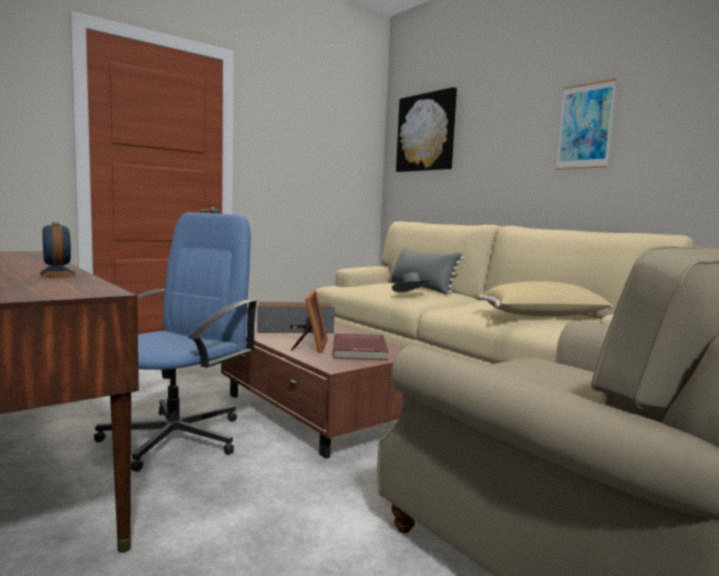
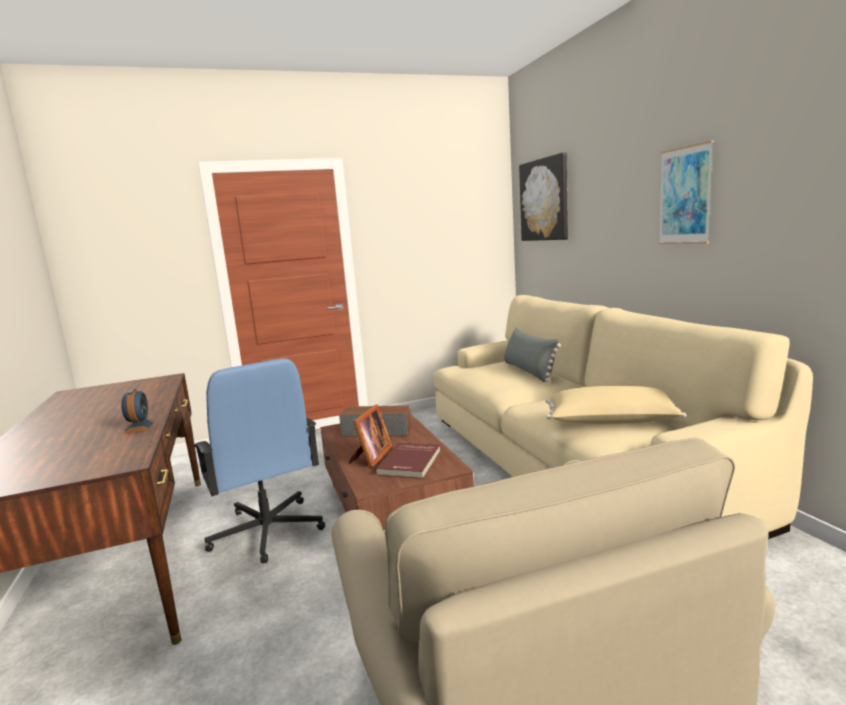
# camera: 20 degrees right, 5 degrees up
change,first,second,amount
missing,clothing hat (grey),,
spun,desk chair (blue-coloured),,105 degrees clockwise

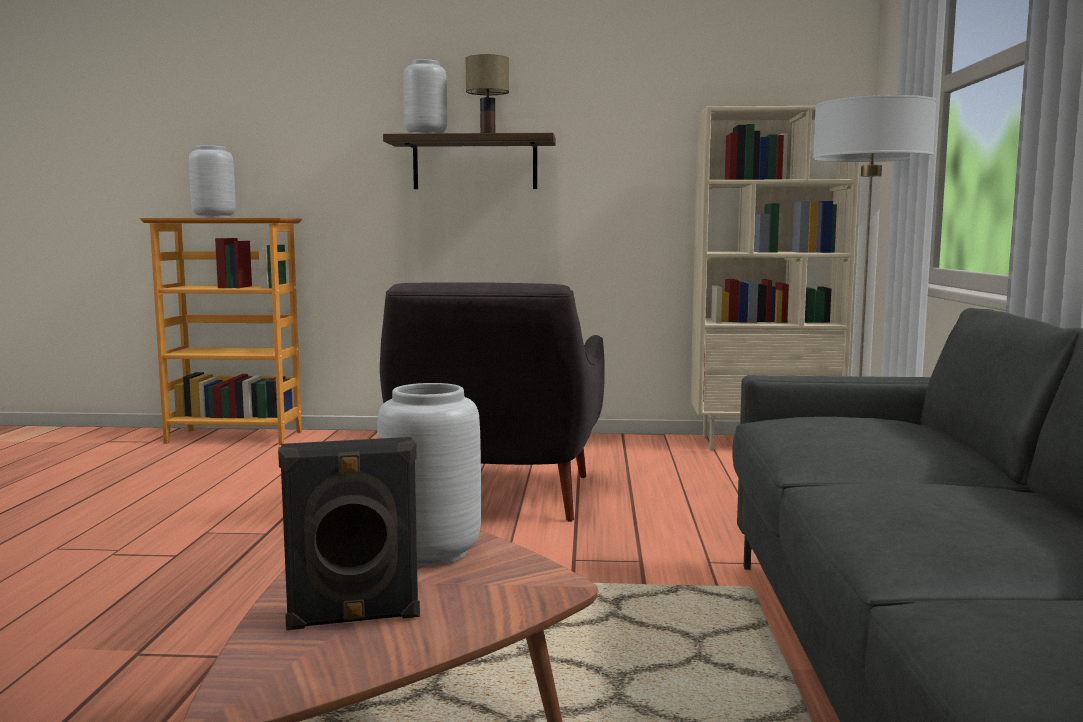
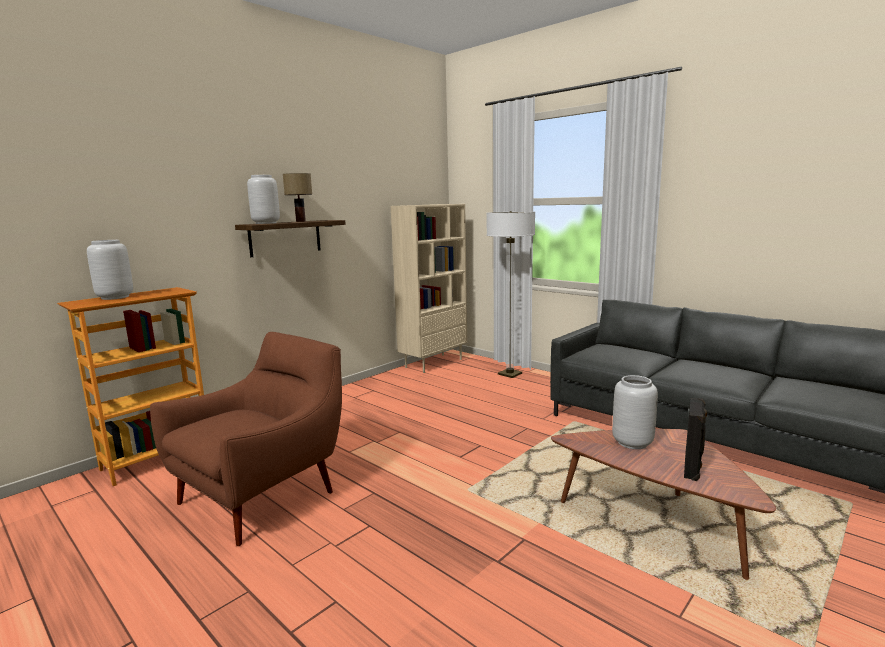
# camera: 50 degrees left, 5 degrees up
change,first,second,amount
missing,easy chair (grey),,
appeared,,easy chair (brown),

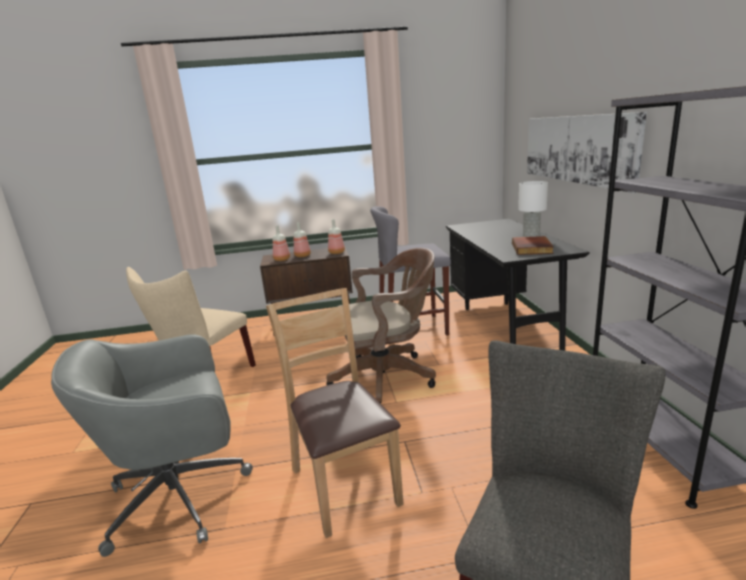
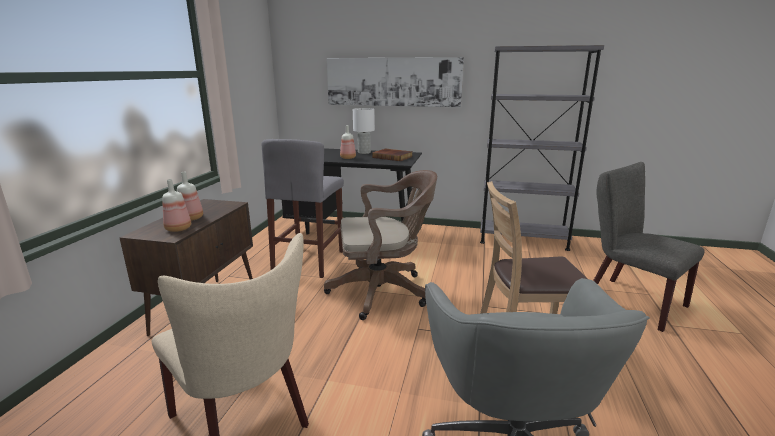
# camera: 70 degrees left, 0 degrees up
change,first,second,amount
relocated,bottle (no. 3 from left),,
spun,desk chair (brown),,75 degrees clockwise

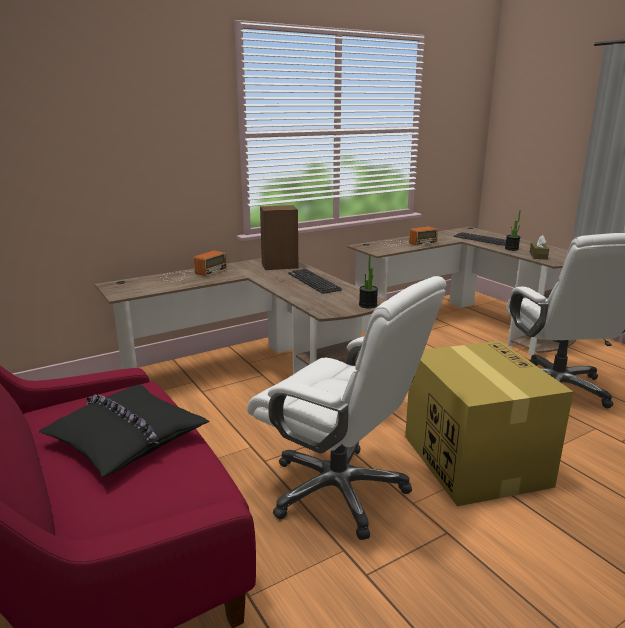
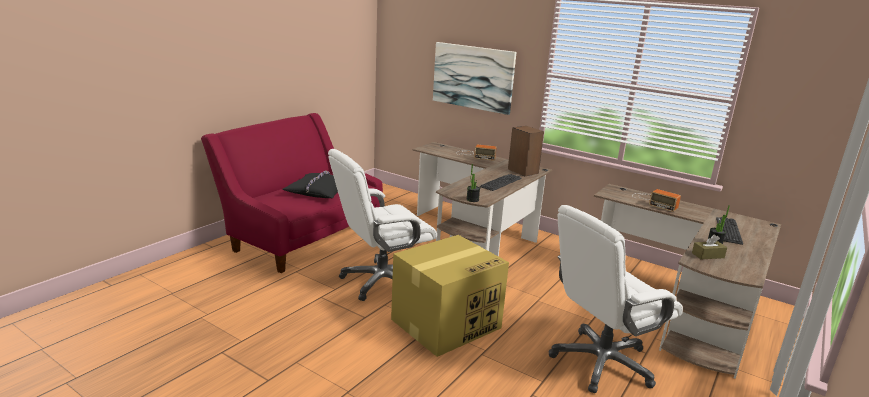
# camera: 65 degrees right, 0 degrees up
change,first,second,amount
appeared,,wall art,
spun,desk chair (whitish) (no. 1 from left),,45 degrees clockwise

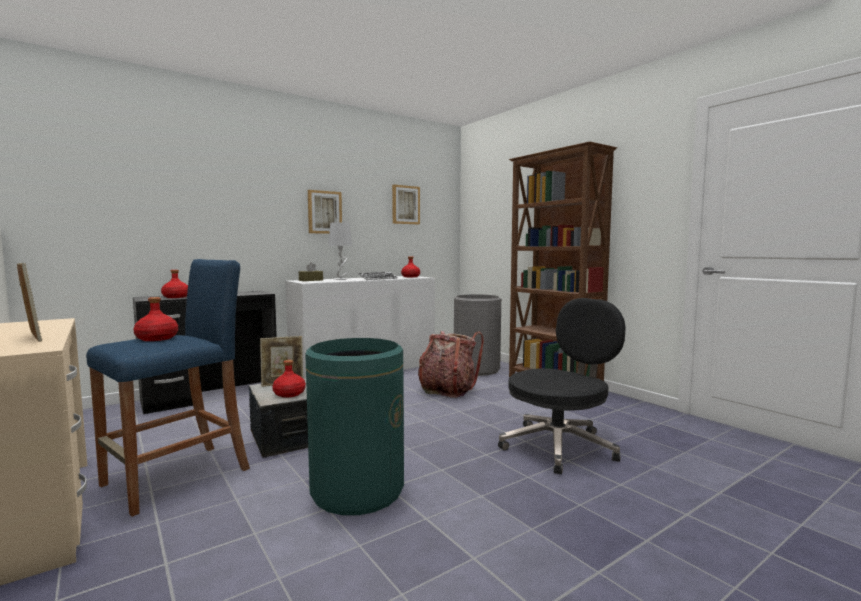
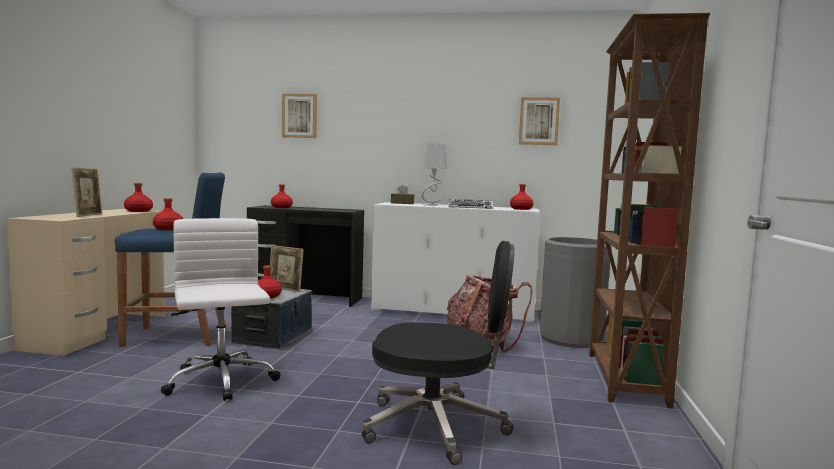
# camera: 45 degrees right, 0 degrees up
change,first,second,amount
appeared,,bottle (red) (no. 1 from left),
relocated,wall art (no. 1 from left),,
exchanged,waste bin (greenish),desk chair (whitish),

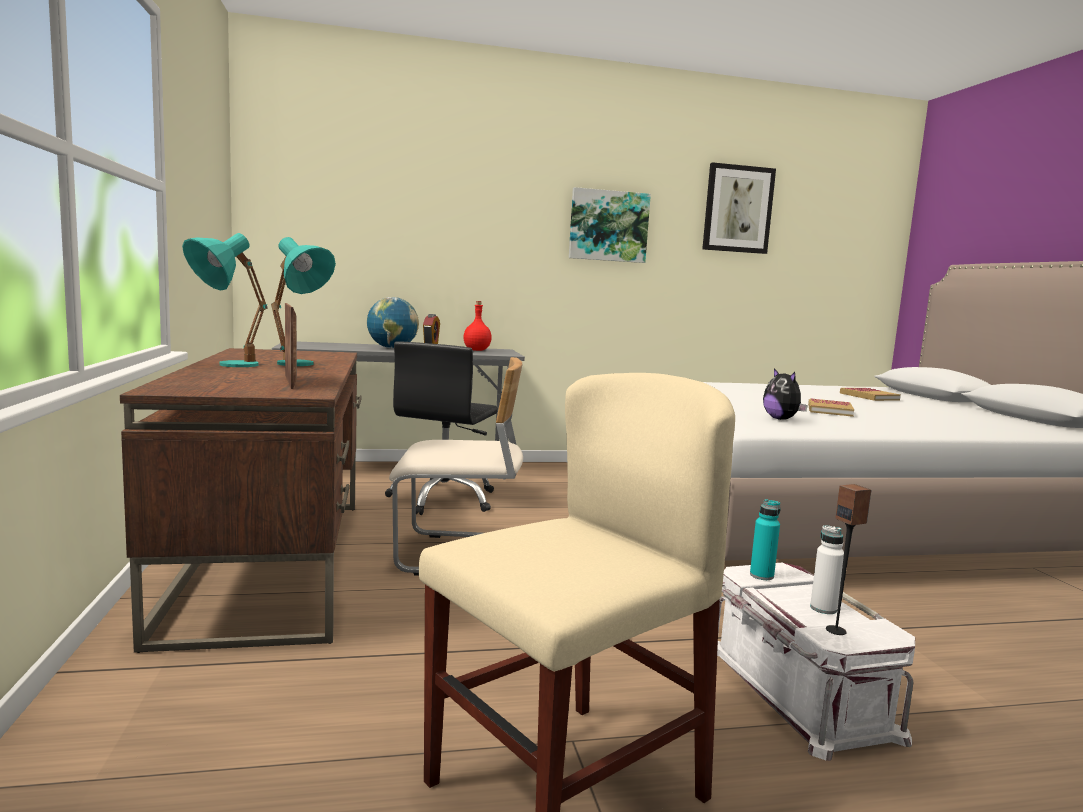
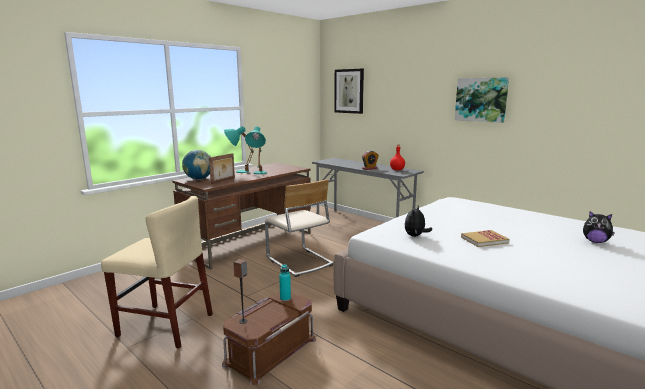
# camera: 55 degrees right, 5 degrees up
change,first,second,amount
missing,desk chair (black),,
missing,bottle (whitish),,
relocated,desk globe,,
relocated,wall art (no. 2 from left in the first image),wall art (no. 1 from left),
exchanged,bound book (no. 2 from left),plush toy (no. 2 from left),
colour,storage box (whitish),storage box (brown),

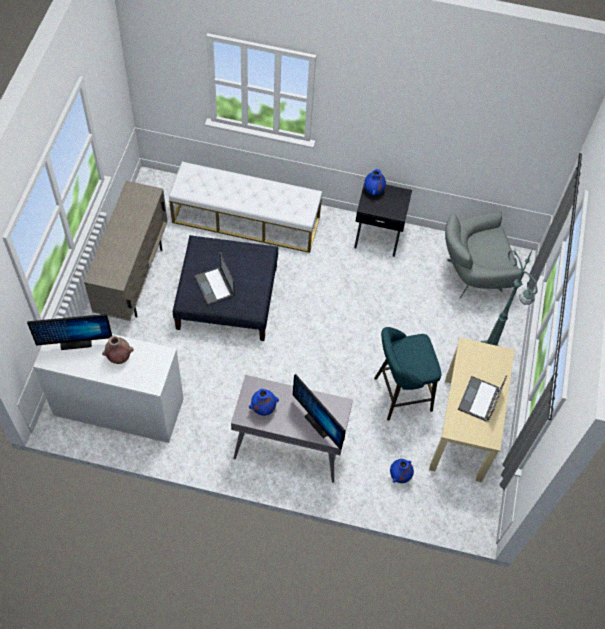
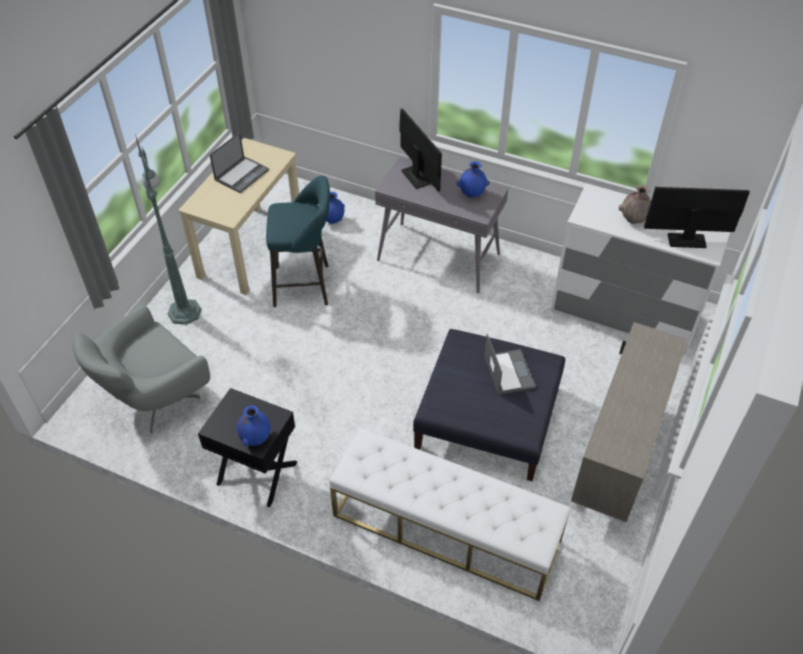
# camera: 165 degrees left, 10 degrees down
change,first,second,amount
spun,easy chair (grey),,135 degrees clockwise

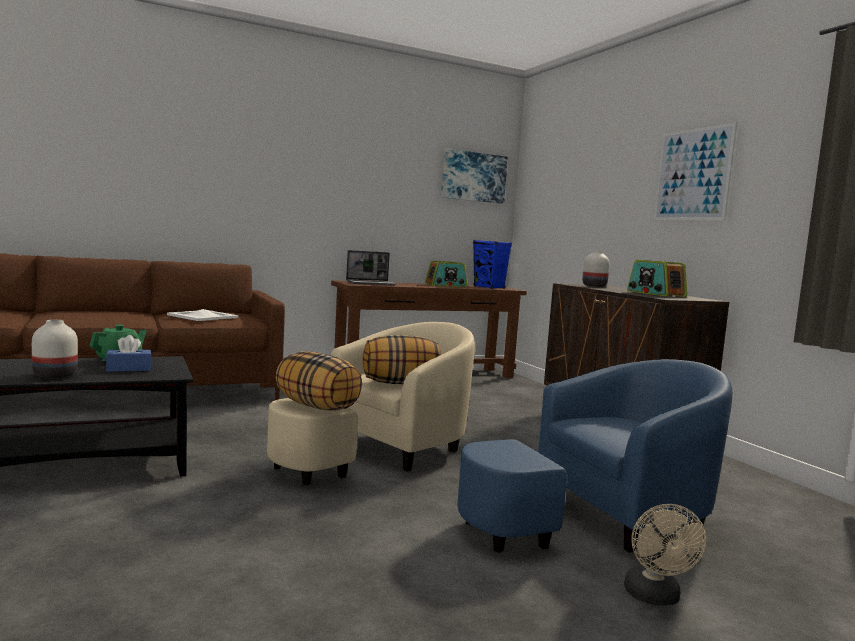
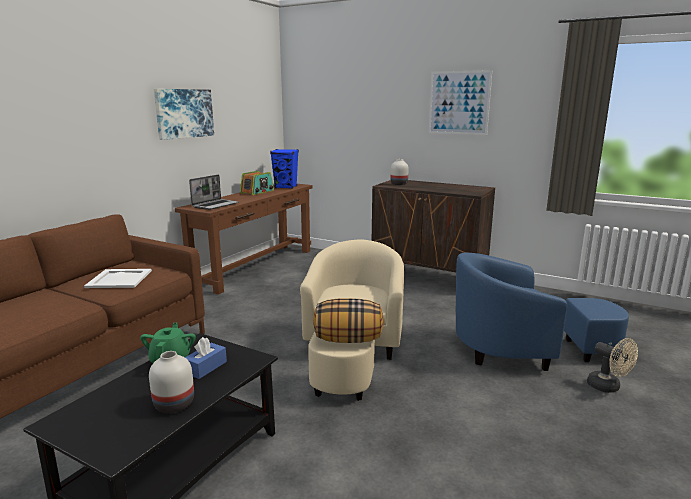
# camera: 35 degrees left, 10 degrees up
change,first,second,amount
missing,throw pillow (no. 2 from left),,
missing,radio (no. 2 from left),,
relocated,wall art (no. 1 from left),,
spun,easy chair (blue-coloured),,120 degrees counterclockwise

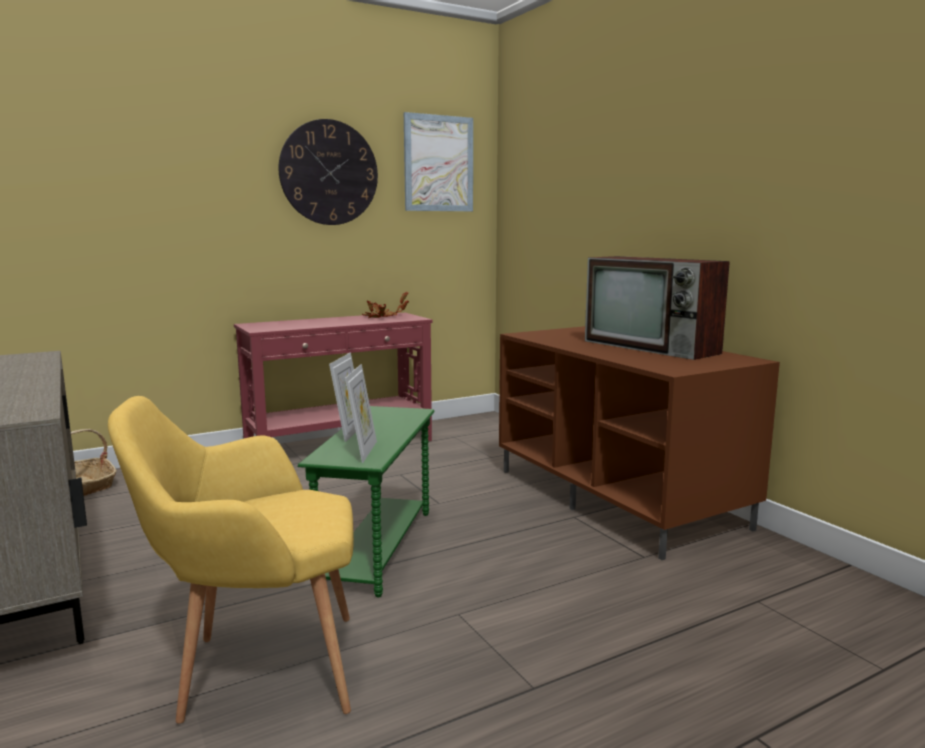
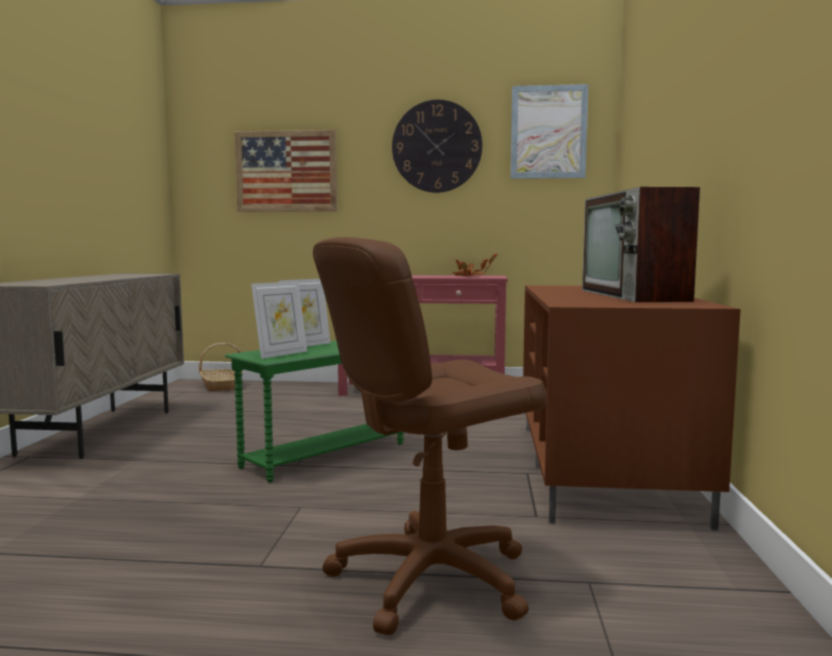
# camera: 35 degrees right, 5 degrees down
change,first,second,amount
missing,easy chair (yellow),,
appeared,,wall art (no. 1 from left),
appeared,,desk chair (brown),

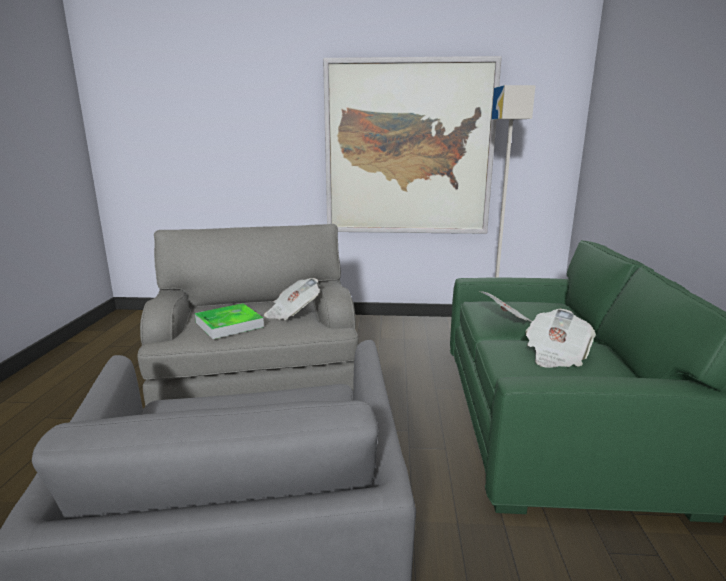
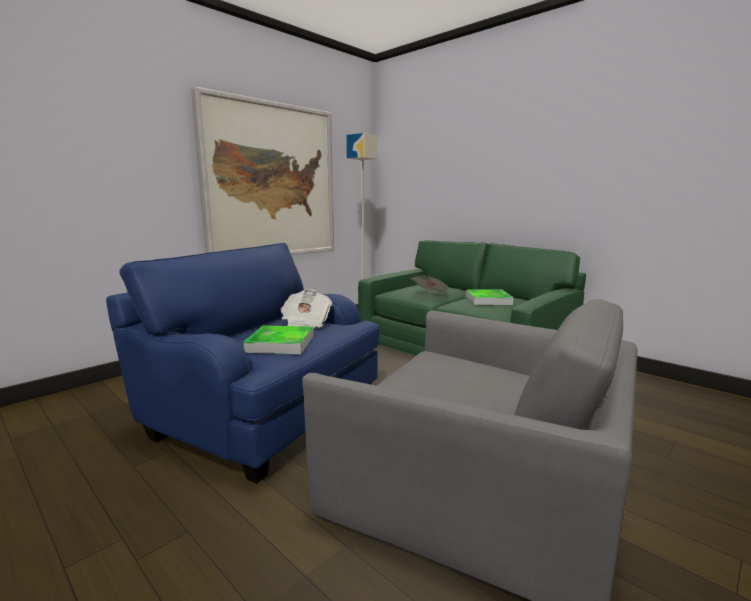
# camera: 50 degrees left, 5 degrees down
change,first,second,amount
exchanged,newspaper (no. 3 from left),carrying tray (no. 2 from left),
colour,easy chair (grey) (no. 2 from left),easy chair (blue-coloured),

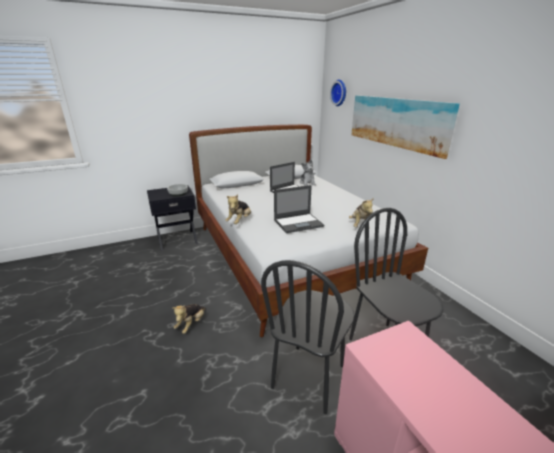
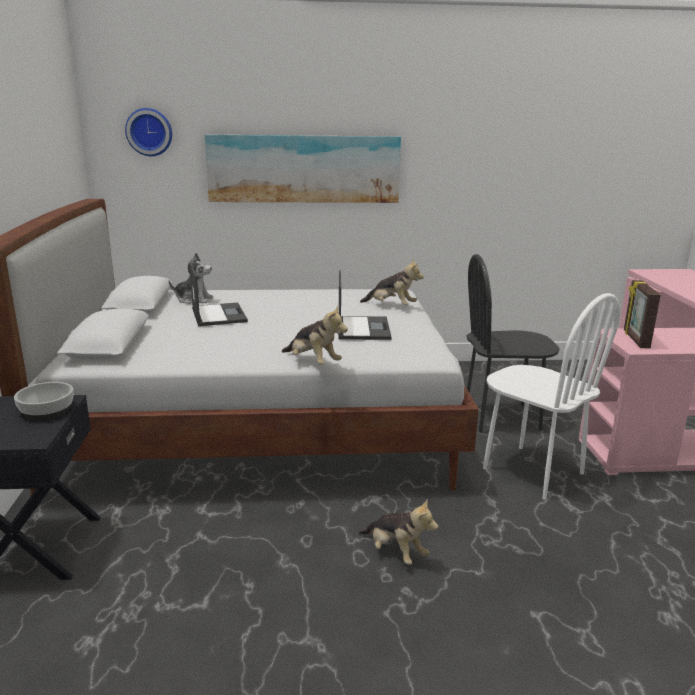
# camera: 70 degrees left, 5 degrees down
change,first,second,amount
appeared,,photo frame,
colour,upright chair (black) (no. 1 from left),upright chair (whitish),

